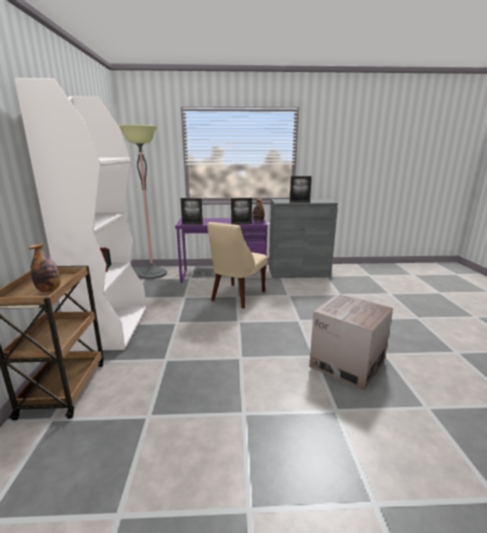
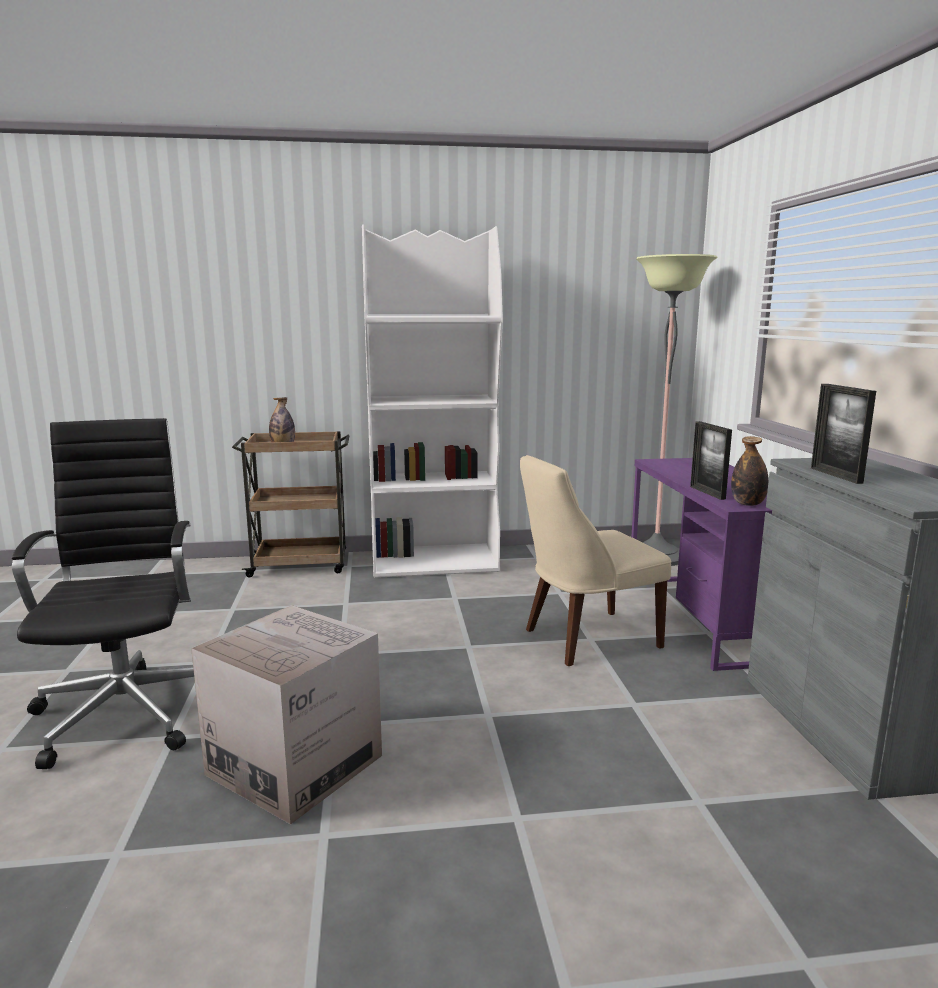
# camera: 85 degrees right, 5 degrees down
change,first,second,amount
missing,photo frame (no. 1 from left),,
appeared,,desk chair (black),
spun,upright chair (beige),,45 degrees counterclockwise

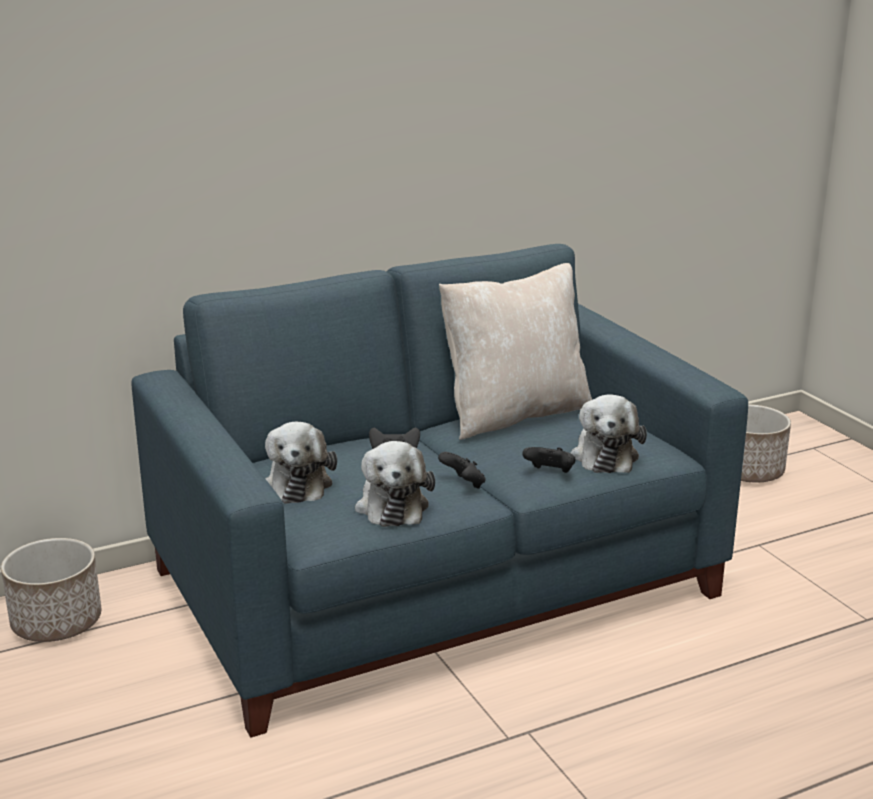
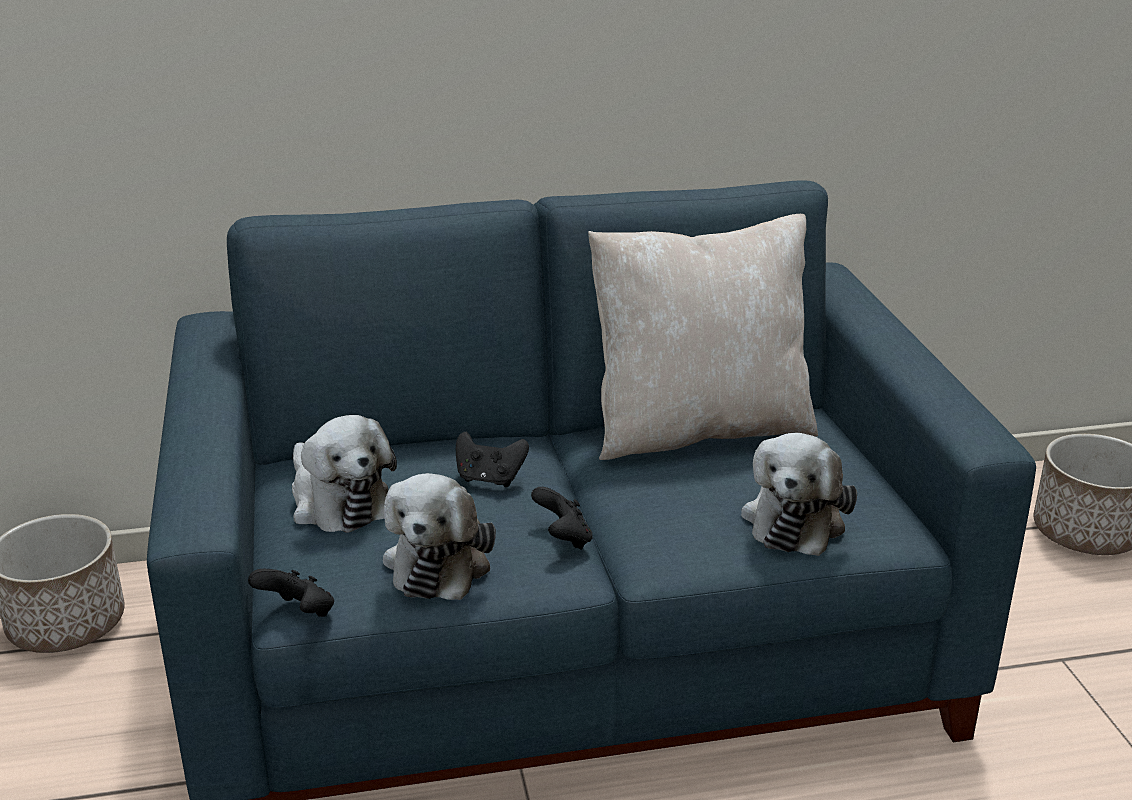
# camera: 15 degrees right, 5 degrees up
change,first,second,amount
relocated,gamepad (black) (no. 3 from left in the first image),gamepad (black) (no. 1 from left),
spun,plush toy (no. 1 from left),,45 degrees counterclockwise

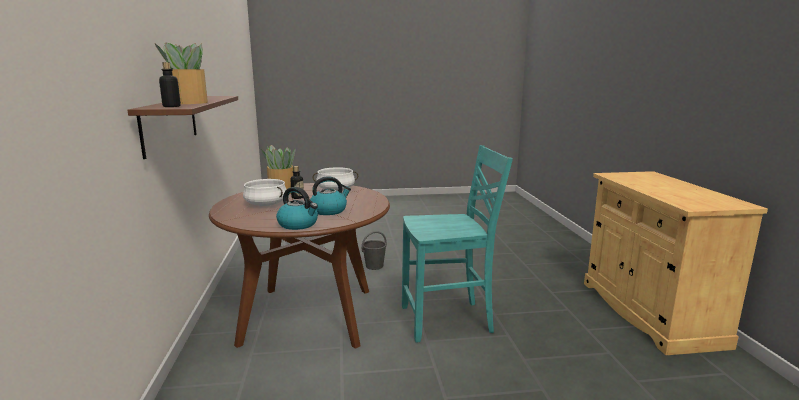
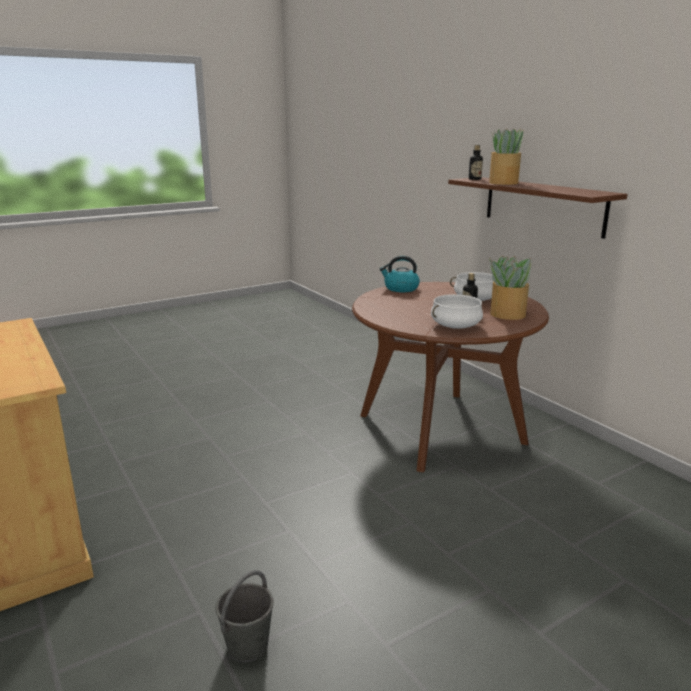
# camera: 155 degrees right, 5 degrees up
change,first,second,amount
missing,kettle (no. 2 from left),,
missing,upright chair (turquoise),,
relocated,pail (grey),,

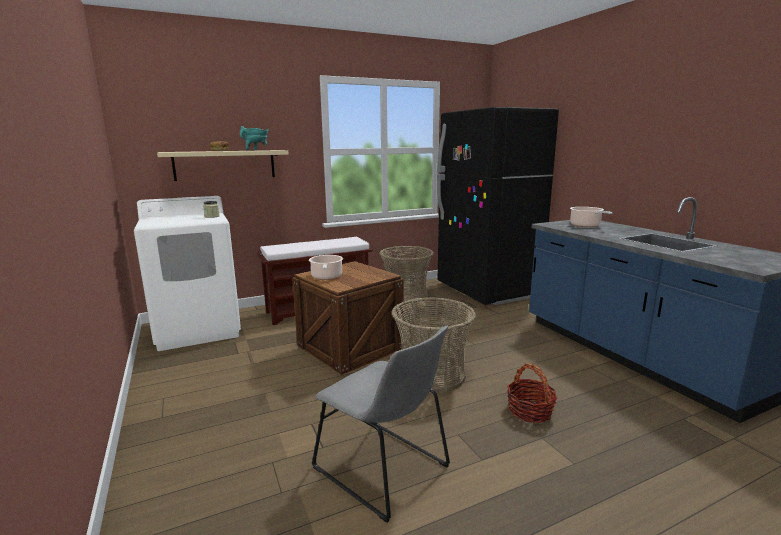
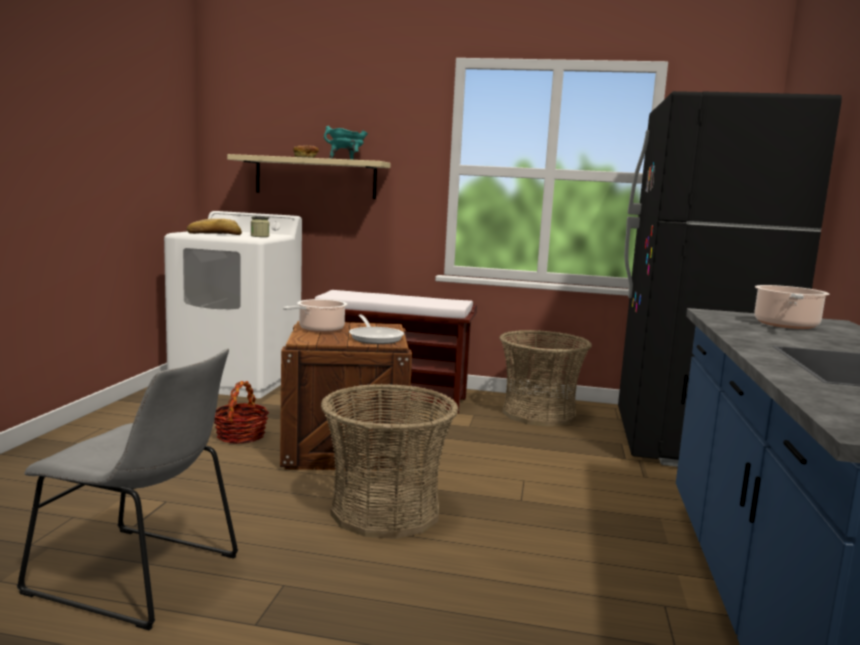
# camera: 35 degrees right, 5 degrees down
change,first,second,amount
appeared,,bread (no. 1 from left),
appeared,,frying pan,
relocated,storage basket (no. 3 from left in the first image),storage basket (no. 1 from left),
spun,upright chair (grey),,60 degrees counterclockwise

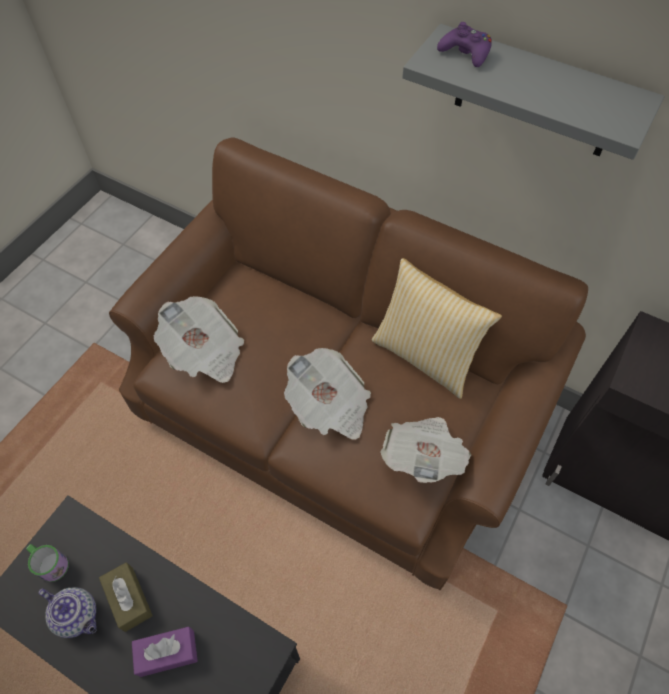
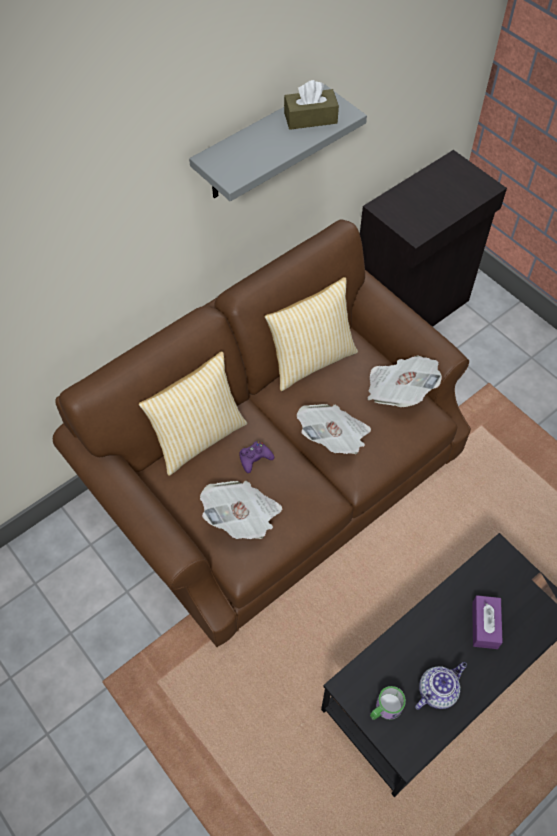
# camera: 70 degrees left, 0 degrees up
change,first,second,amount
appeared,,throw pillow (no. 1 from left),
relocated,tissue holder (brown),,
relocated,gamepad (purple-coloured),,

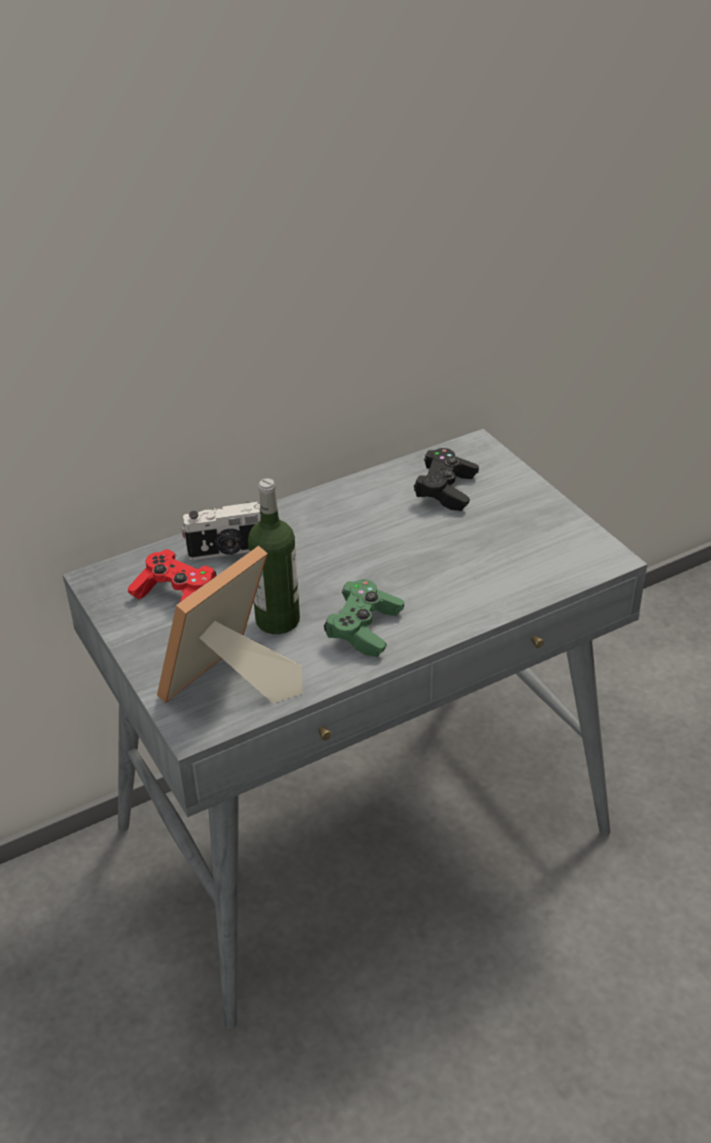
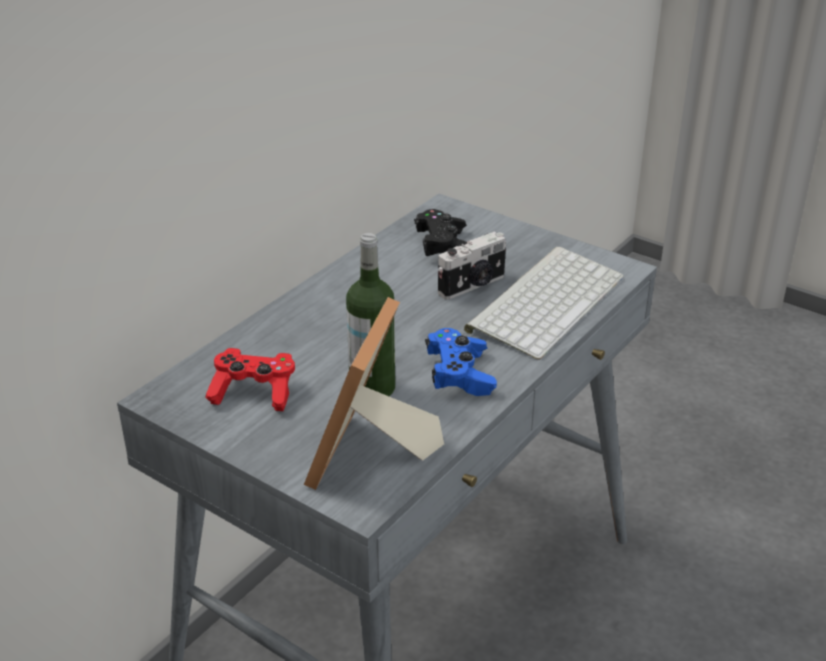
# camera: 25 degrees left, 5 degrees down
change,first,second,amount
appeared,,computer keyboard,
relocated,still camera,,
colour,gamepad (greenish),gamepad (blue-coloured),

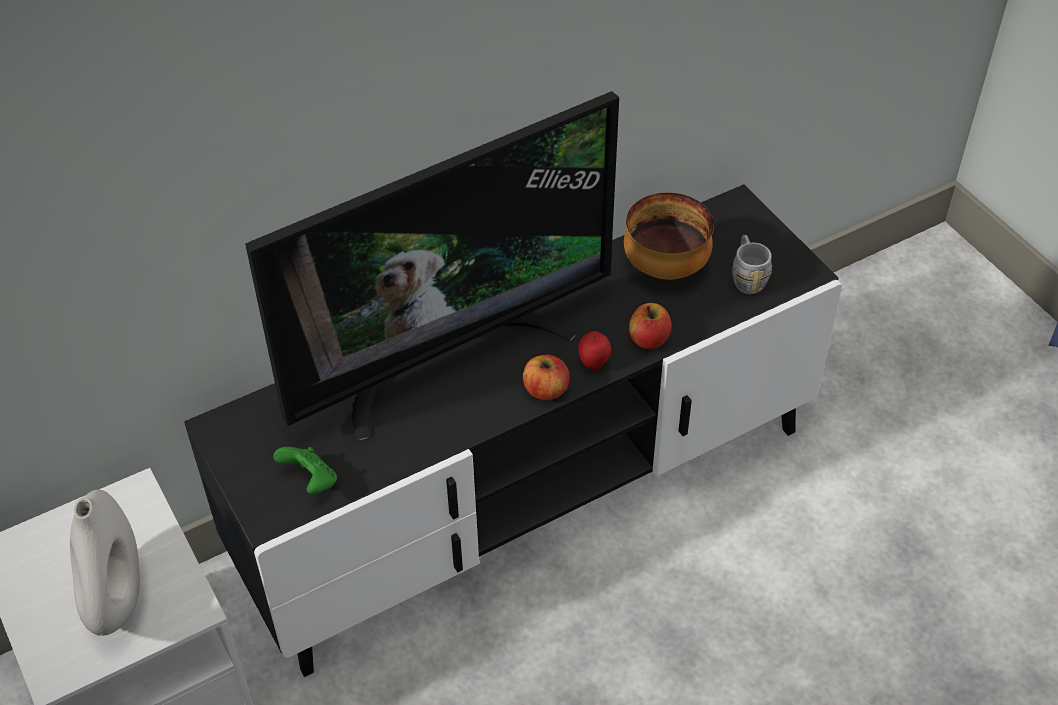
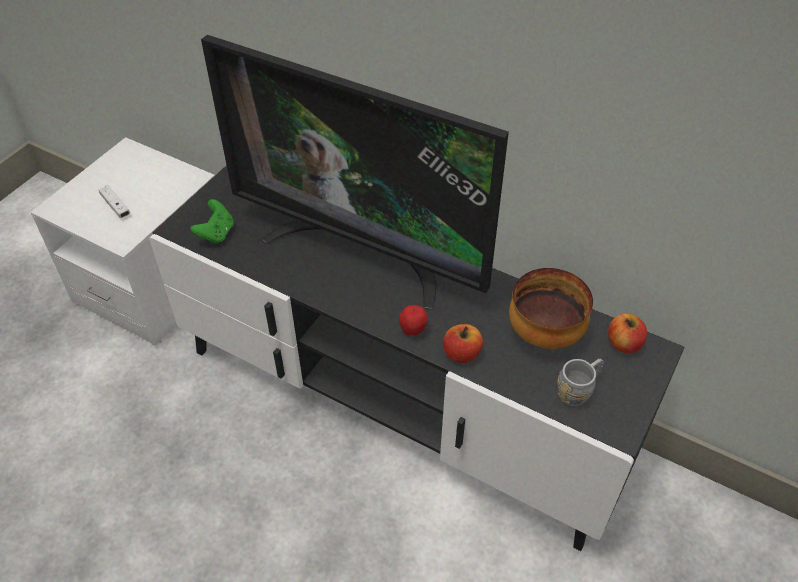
# camera: 60 degrees right, 0 degrees up
change,first,second,amount
relocated,apple (no. 1 from left in the first image),apple (no. 3 from left),
exchanged,vase (whitish),gamepad (whitish),

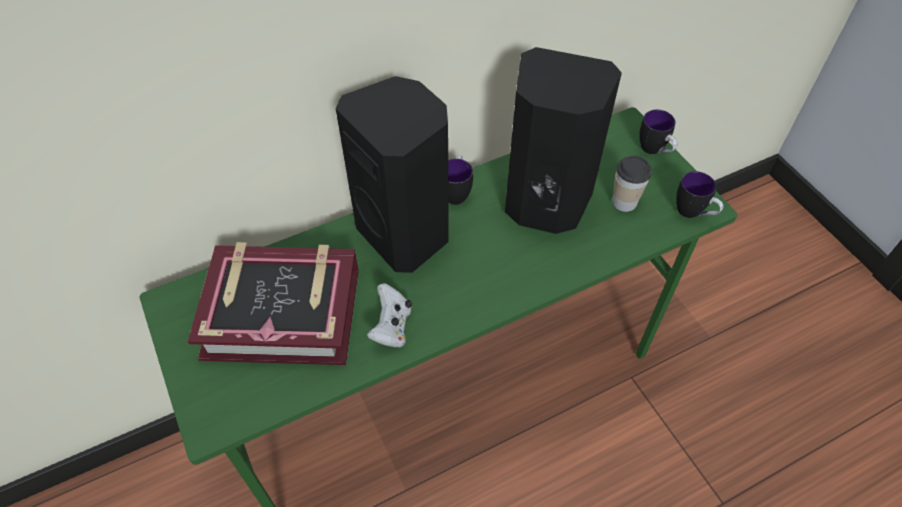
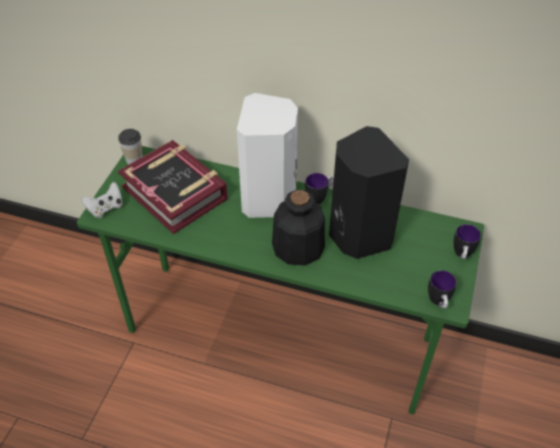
# camera: 45 degrees right, 5 degrees down
change,first,second,amount
appeared,,bottle,
relocated,gamepad (whitish),,
relocated,cup,,
colour,speaker (black) (no. 1 from left),speaker (whitish),

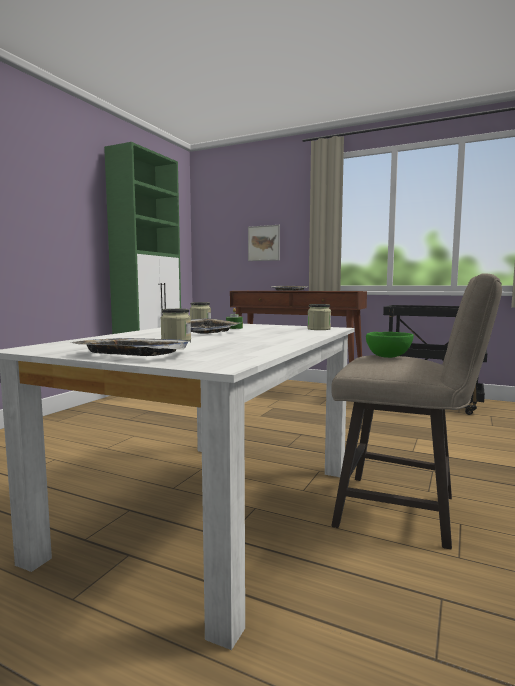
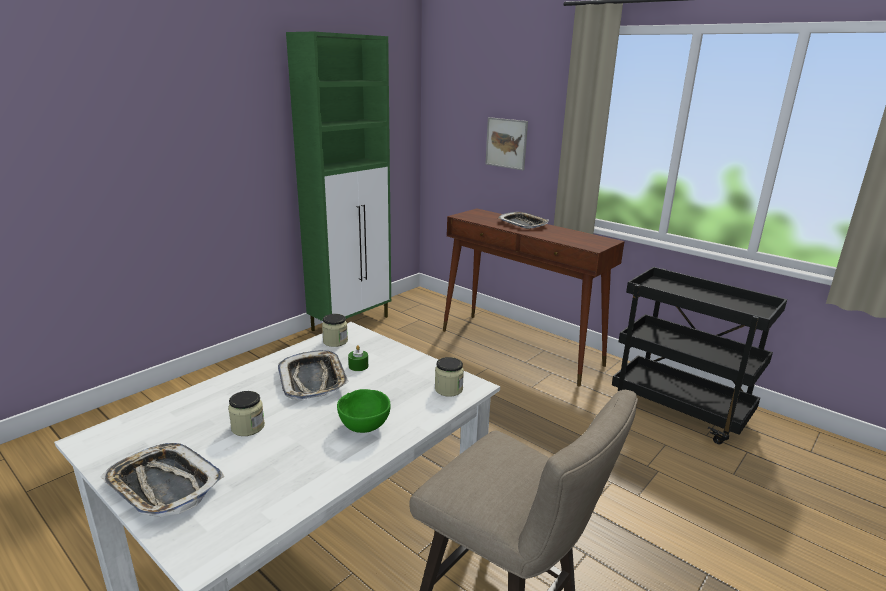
# camera: 15 degrees right, 15 degrees up
change,first,second,amount
relocated,deep dish (greenish),,

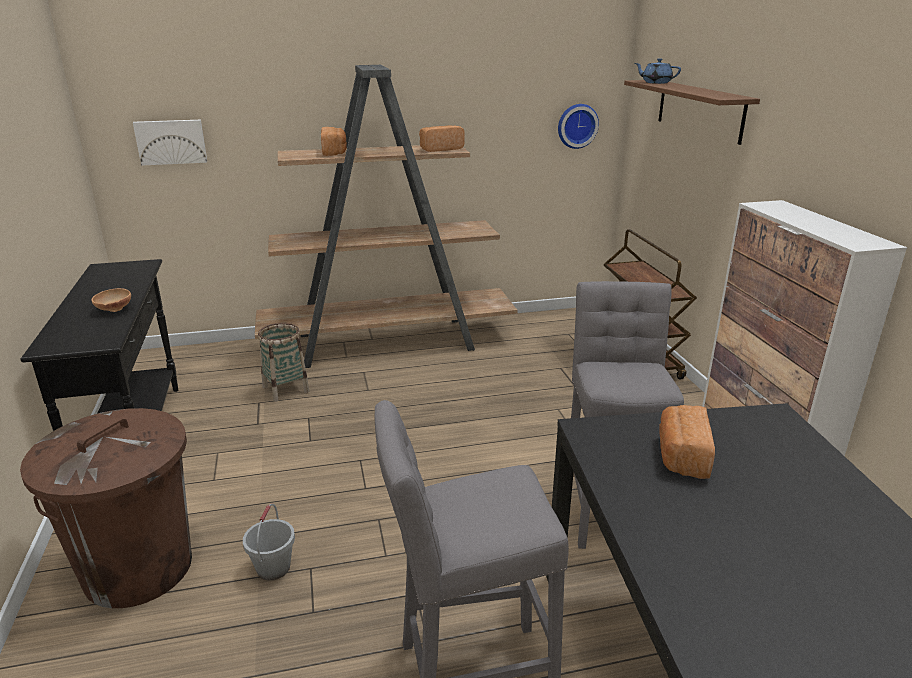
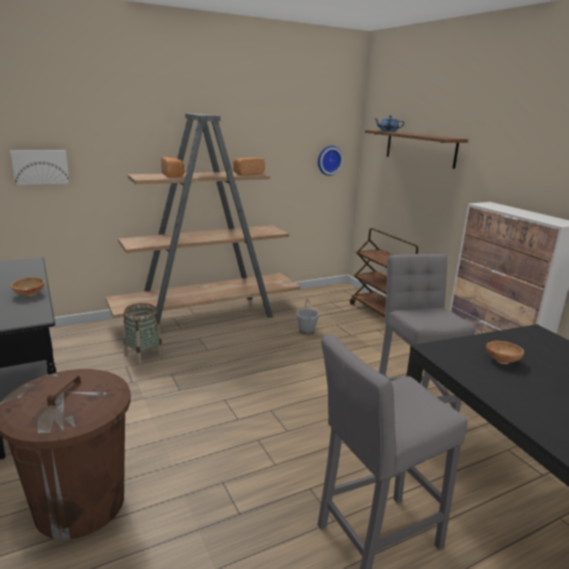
# camera: 15 degrees left, 5 degrees down
change,first,second,amount
relocated,pail (grey),,
exchanged,bread (no. 3 from left),deep dish (brown) (no. 2 from left),

